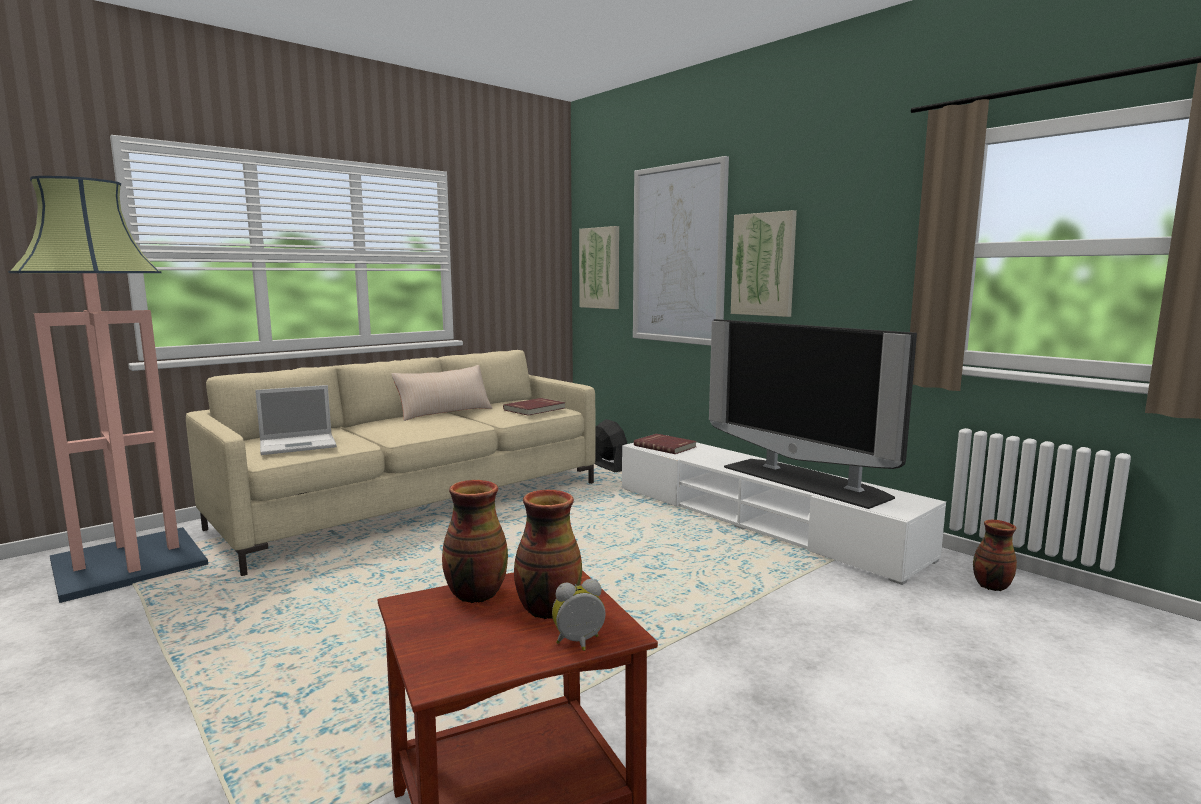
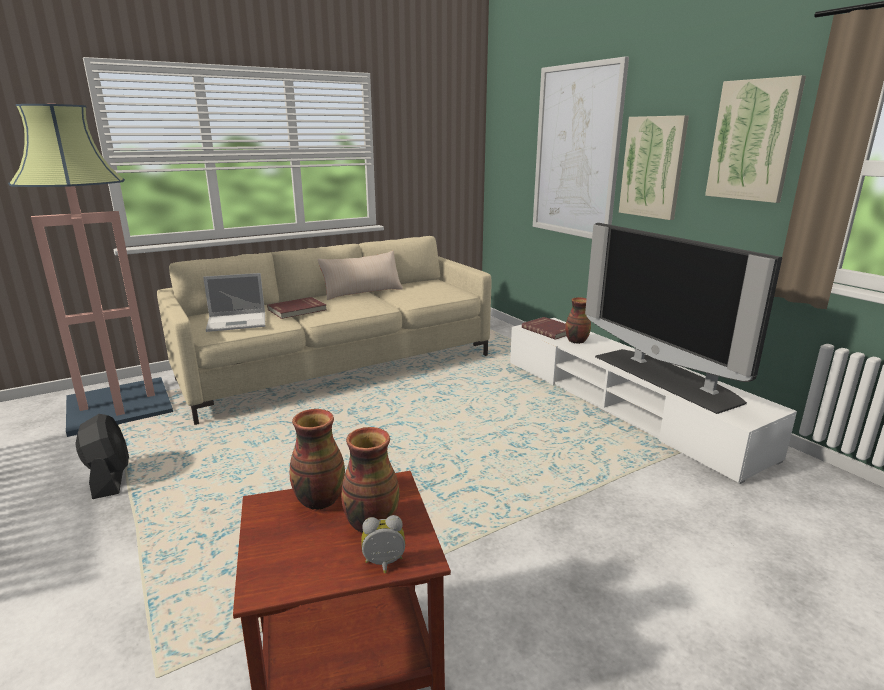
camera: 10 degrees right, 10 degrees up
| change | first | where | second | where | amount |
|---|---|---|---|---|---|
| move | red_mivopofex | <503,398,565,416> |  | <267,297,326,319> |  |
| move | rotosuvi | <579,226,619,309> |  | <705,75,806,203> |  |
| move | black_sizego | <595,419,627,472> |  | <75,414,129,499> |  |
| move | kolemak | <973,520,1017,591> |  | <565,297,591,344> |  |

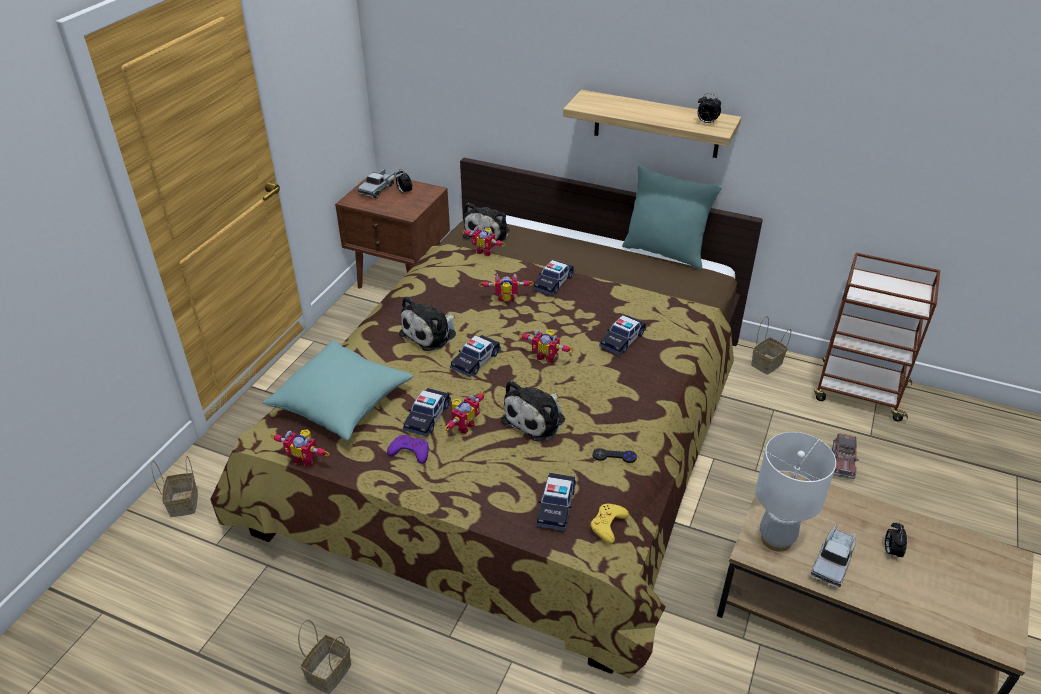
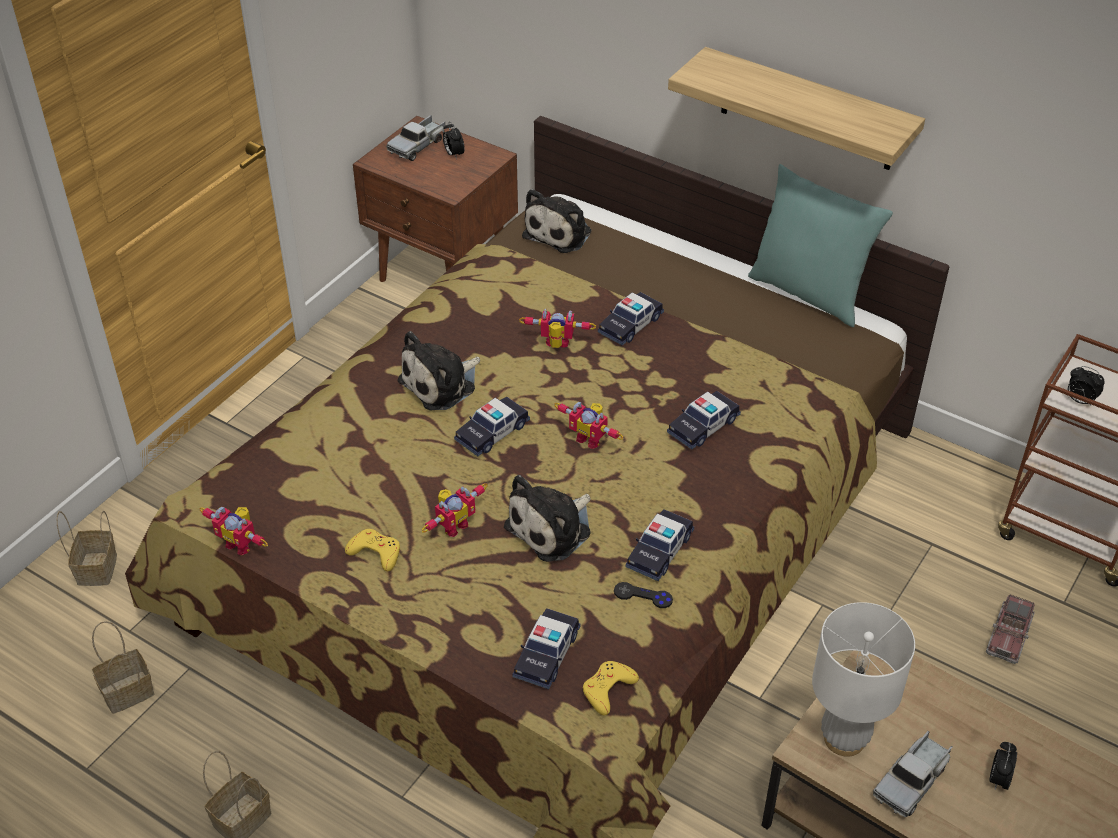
camera: 10 degrees right, 5 degrees up
| change | first | where | second | where | amount |
|---|---|---|---|---|---|
| delete | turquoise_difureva | <263,340,413,441> |  |  |  |
| delete | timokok | <462,227,505,256> |  |  |  |
| move | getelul | <403,388,451,437> |  | <626,509,694,581> |  |
| move | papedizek | <697,93,721,125> |  | <1068,366,1105,406> |  |
| move | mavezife | <751,316,791,375> |  | <92,621,154,714> |  |
| recolor | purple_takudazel | <387,435,429,464> | yellow_takudazel | <345,529,400,572> |  |

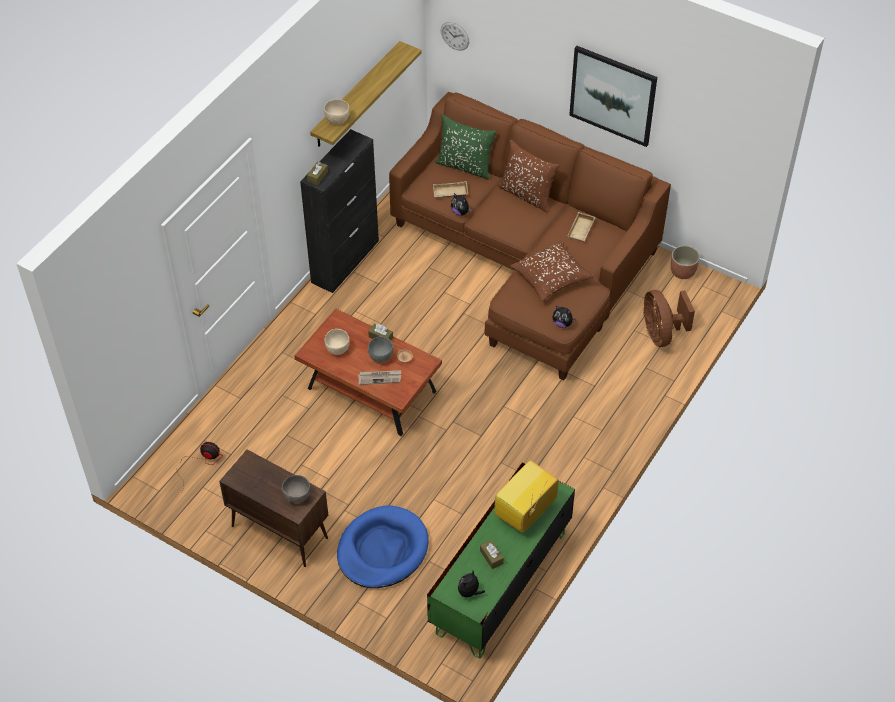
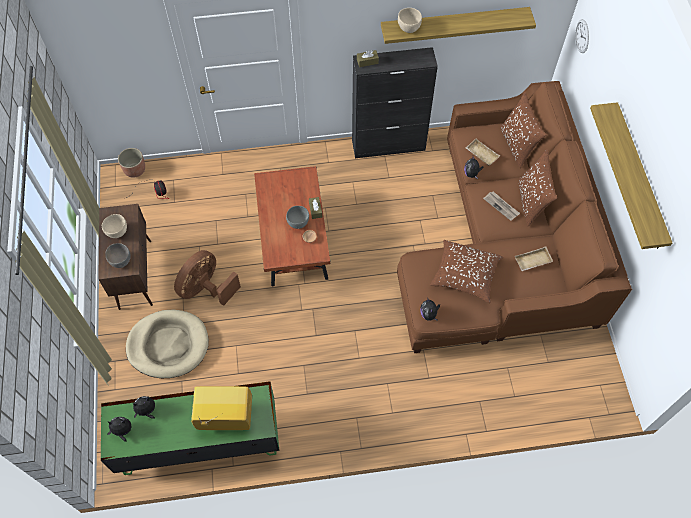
camera: 50 degrees right, 10 degrees up
| change | first | where | second | where | amount |
|---|---|---|---|---|---|
| delete | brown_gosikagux | <480,540,504,569> |  |  |  |
| insert |  |  | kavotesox | <133,396,155,419> |  |
| move | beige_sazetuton | <325,329,350,355> |  | <102,214,127,238> |  |
| move | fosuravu | <358,370,401,385> |  | <483,191,520,221> |  |
| move | brown_sizego | <643,290,695,347> |  | <174,250,241,306> |  |
| move | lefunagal | <671,245,700,279> |  | <118,148,145,178> |  |
| replace | rotosuvi | <569,46,657,147> | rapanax | <590,102,672,249> |  |
| recolor | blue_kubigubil | <337,505,429,588> | beige_kubigubil | <126,310,209,378> |  |
| recolor | green_difureva | <435,115,496,180> | brown_difureva | <500,92,546,168> |  |

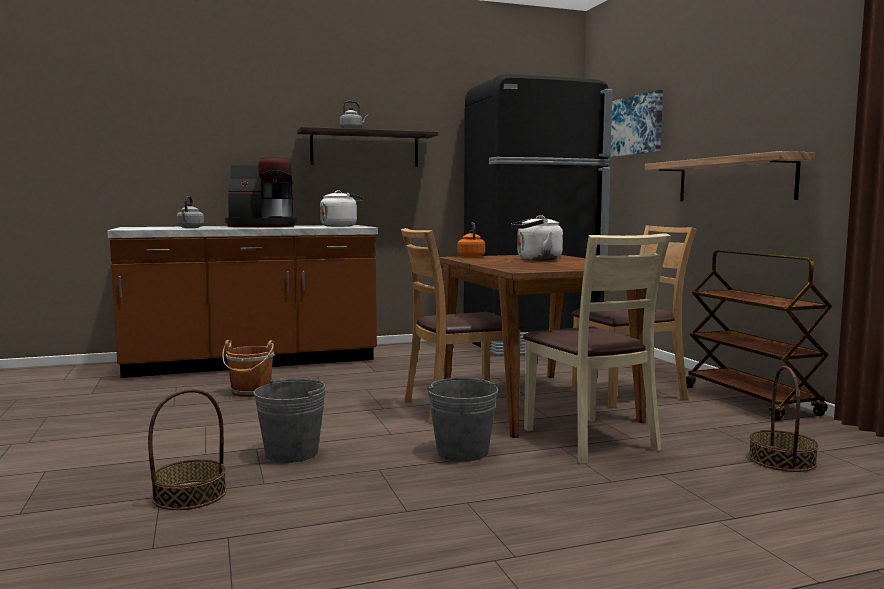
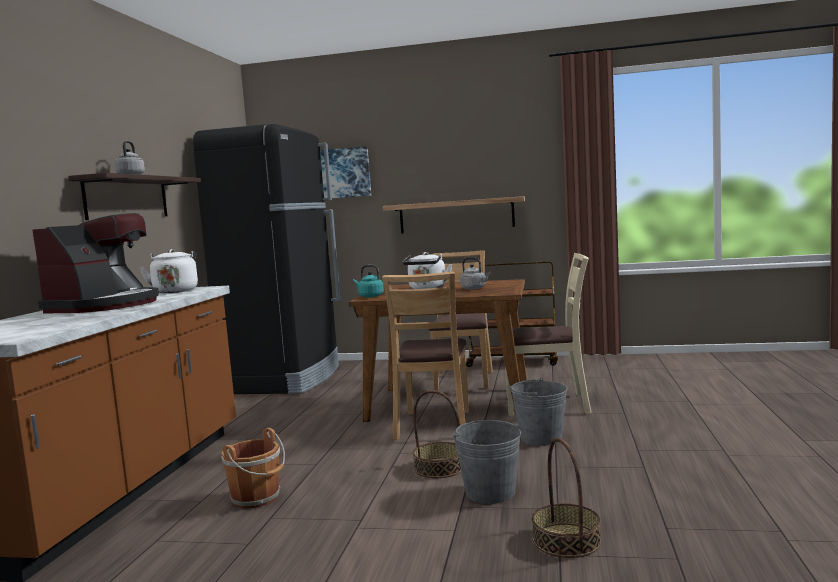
camera: 60 degrees left, 0 degrees up
| change | first | where | second | where | amount |
|---|---|---|---|---|---|
| move | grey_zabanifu | <177,196,204,228> |  | <460,257,491,289> |  |
| move | mavezife | <749,366,818,472> |  | <413,390,461,478> |  |
| recolor | orange_zabanifu | <457,222,485,258> | turquoise_zabanifu | <353,265,384,298> |  |

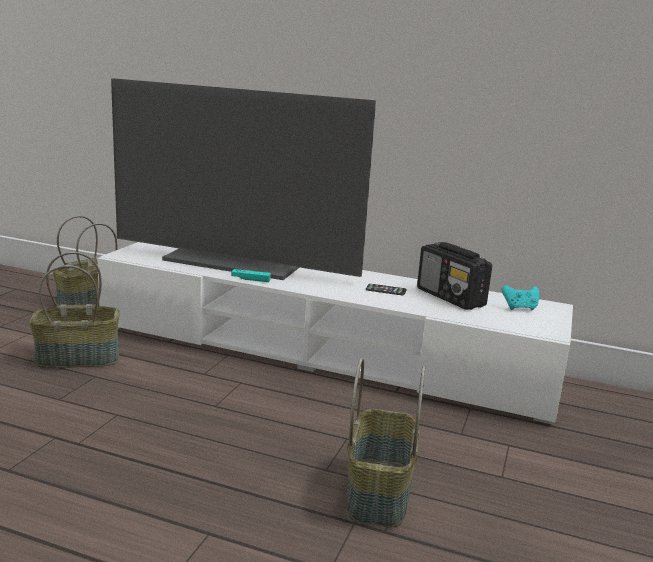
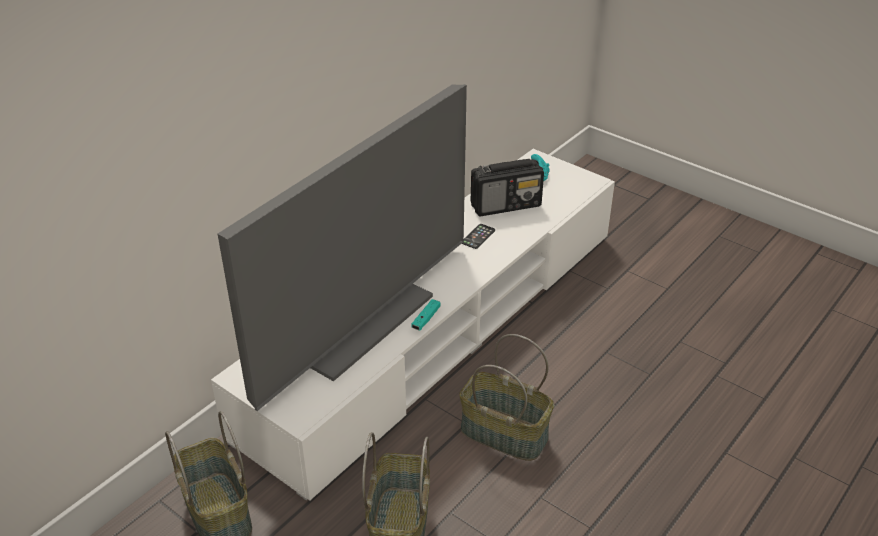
camera: 70 degrees left, 20 degrees up
| change | first | where | second | where | amount |
|---|---|---|---|---|---|
| move | mavezife | <346,358,425,528> |  | <459,334,554,461> |  |

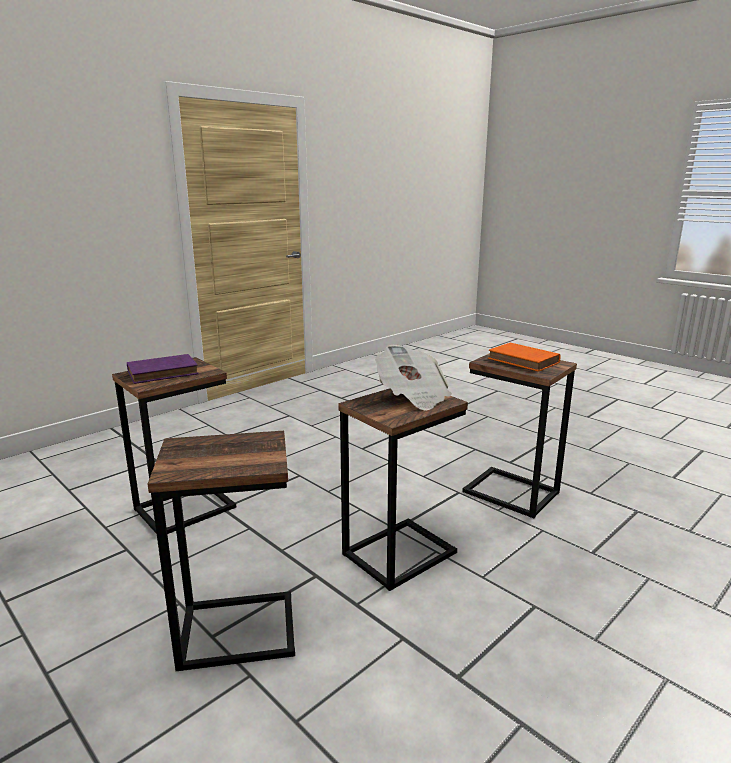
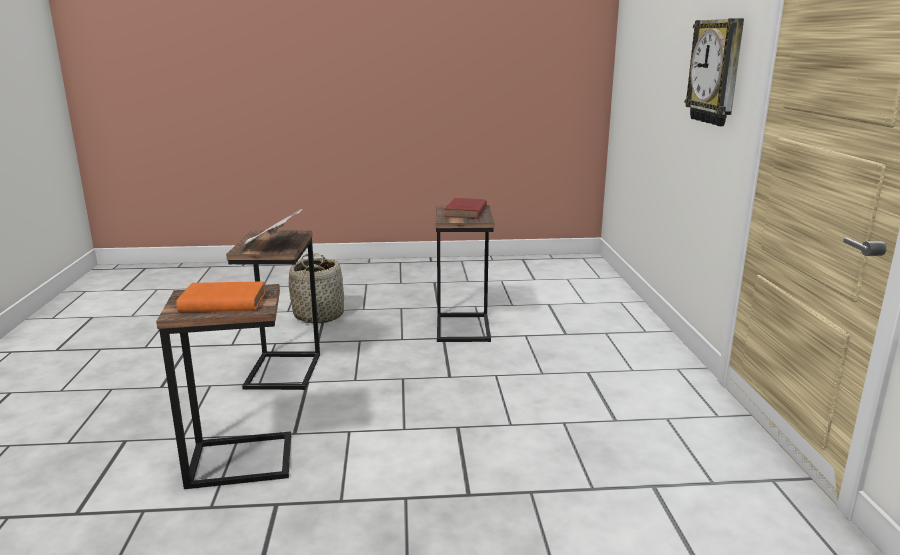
camera: 130 degrees right, 0 degrees up
| change | first | where | second | where | amount |
|---|---|---|---|---|---|
| insert |  |  | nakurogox | <685,18,744,126> |  |
| replace | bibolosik | <148,431,295,671> | mavezife | <289,253,344,324> |  |
| recolor | purple_mivopofex | <127,354,199,384> | red_mivopofex | <444,198,487,219> |  |

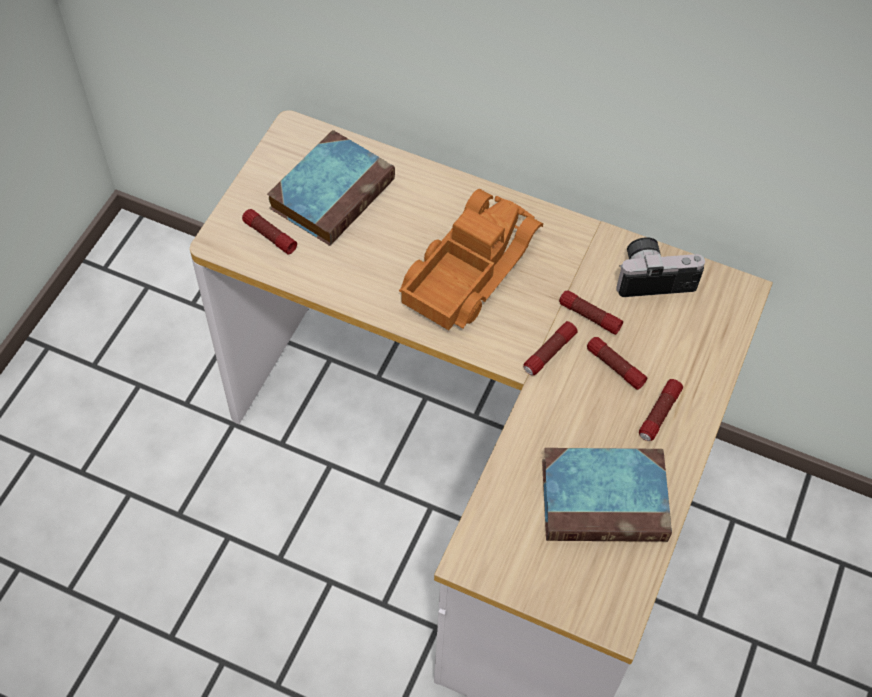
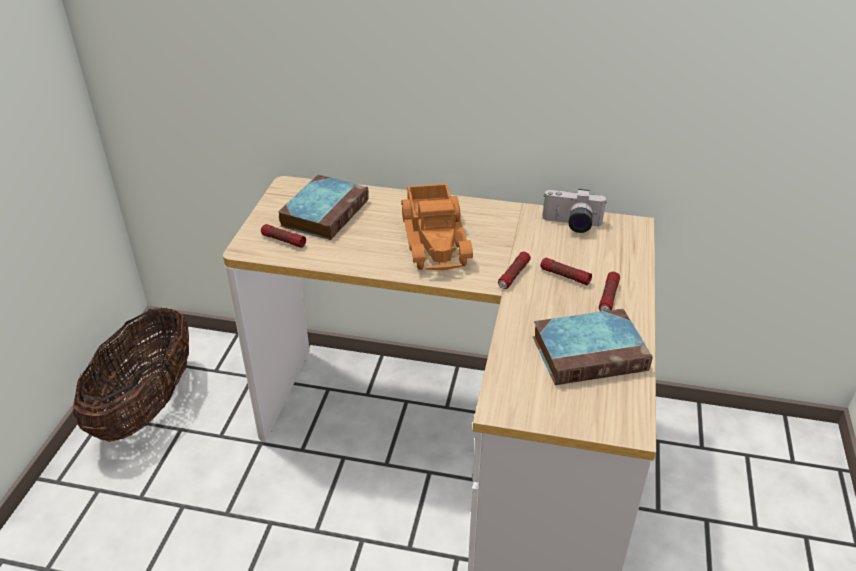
camera: 10 degrees left, 20 degrees down
| change | first | where | second | where | amount |
|---|---|---|---|---|---|
| delete | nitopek | <559,290,623,335> |  |  |  |
| insert |  |  | mavezife | <73,307,189,442> |  |
| rotate | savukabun | <399,189,543,330> |  | <401,184,473,270> | 150 degrees clockwise |
| rotate | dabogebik | <616,237,705,297> |  | <542,189,607,233> | 150 degrees counterclockwise |

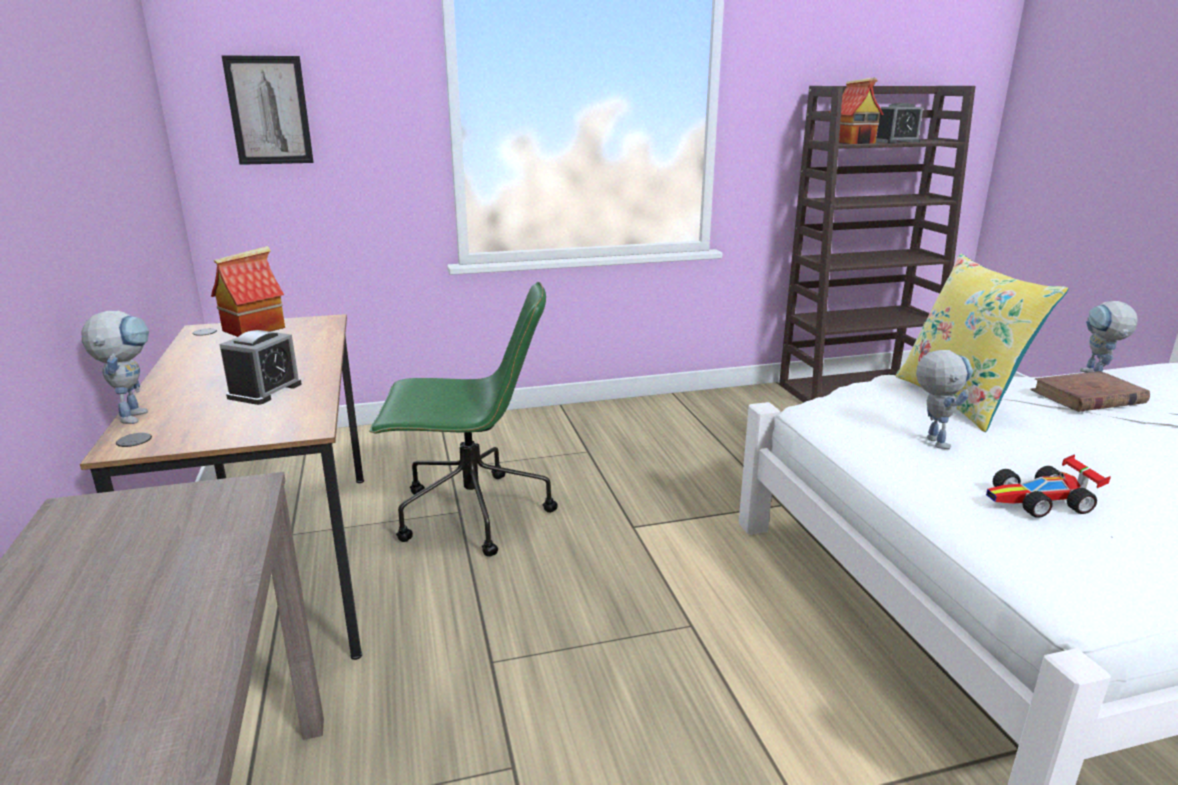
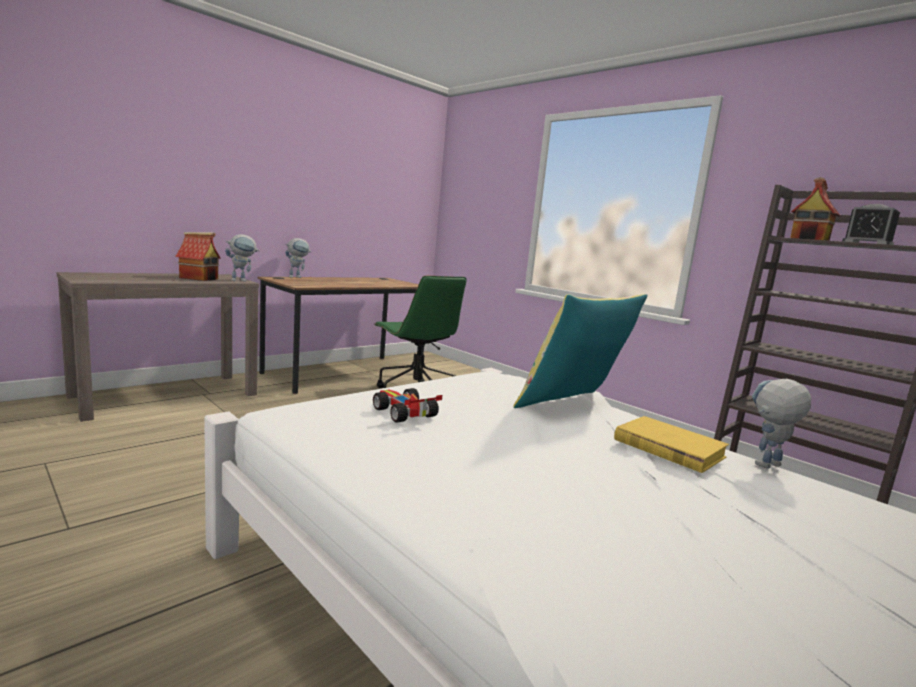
camera: 60 degrees right, 10 degrees down
| change | first | where | second | where | amount |
|---|---|---|---|---|---|
| delete | papedizek | <219,330,302,405> |  |  |  |
| delete | rotosuvi | <222,55,314,165> |  |  |  |
| move | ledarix | <211,246,285,337> |  | <175,232,221,281> |  |
| move | timokok | <916,350,973,449> |  | <225,234,260,281> |  |
| recolor | brown_mivopofex | <1030,371,1150,412> | yellow_mivopofex | <614,416,729,473> |  |

